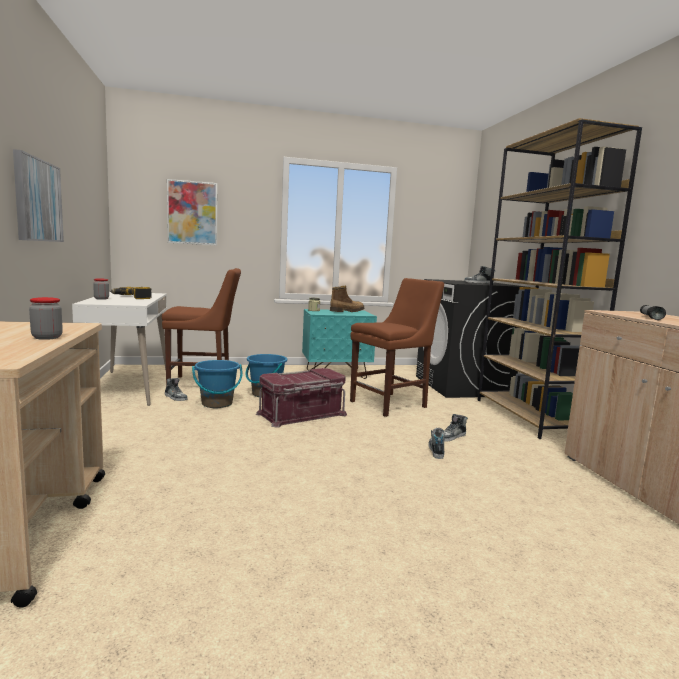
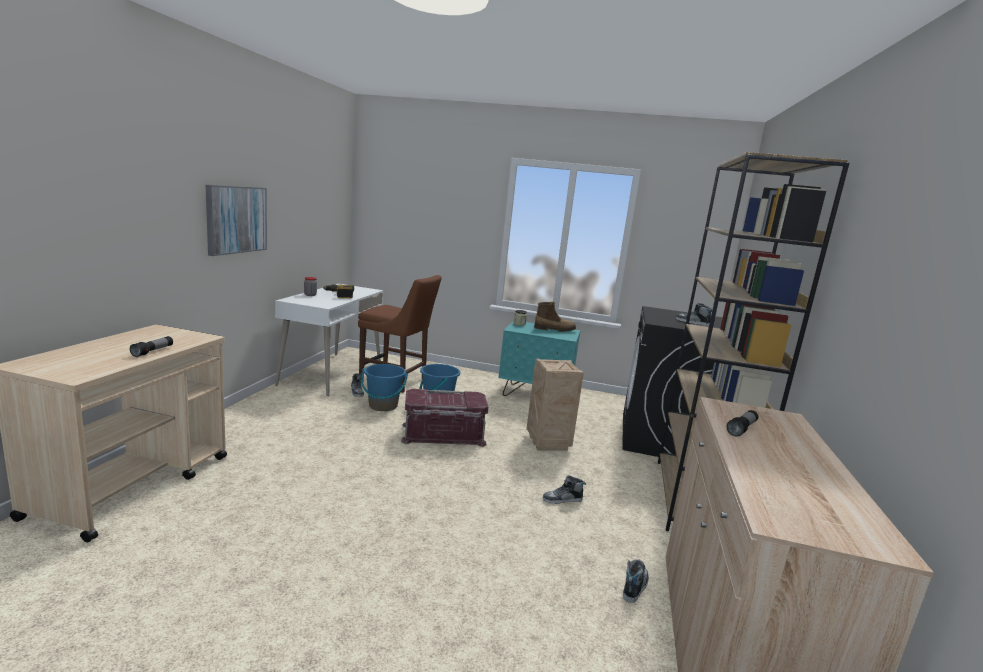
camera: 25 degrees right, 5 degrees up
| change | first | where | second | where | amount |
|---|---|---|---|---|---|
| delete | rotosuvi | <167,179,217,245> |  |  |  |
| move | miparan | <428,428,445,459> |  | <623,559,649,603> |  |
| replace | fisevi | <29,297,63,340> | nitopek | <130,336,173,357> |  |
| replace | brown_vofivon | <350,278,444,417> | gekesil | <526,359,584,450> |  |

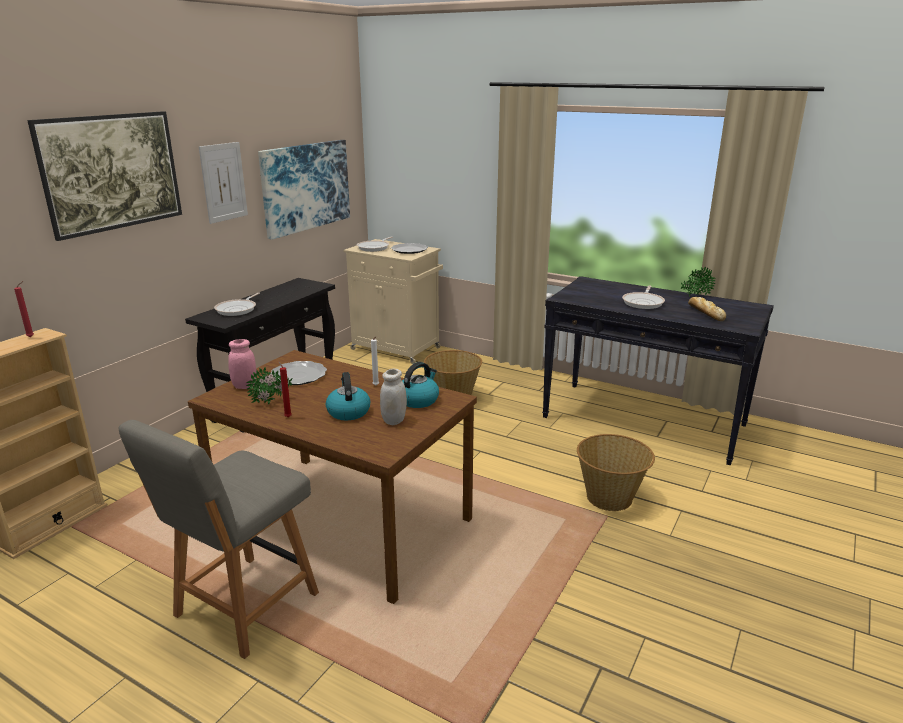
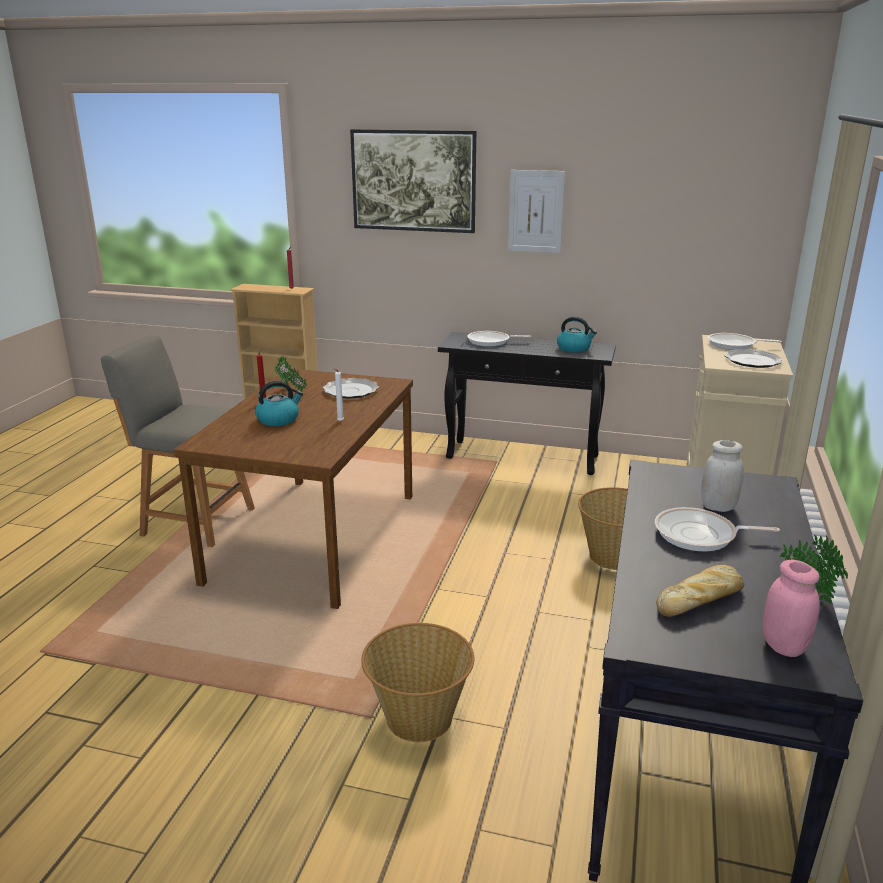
camera: 75 degrees right, 0 degrees up
| change | first | where | second | where | amount |
|---|---|---|---|---|---|
| delete | rotosuvi | <258,140,350,240> |  |  |  |
| move | pink_fisevi | <228,339,256,389> |  | <762,559,820,657> |  |
| move | white_fisevi | <380,369,407,425> |  | <701,440,744,512> |  |
| move | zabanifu | <402,362,439,408> |  | <557,317,597,353> |  |

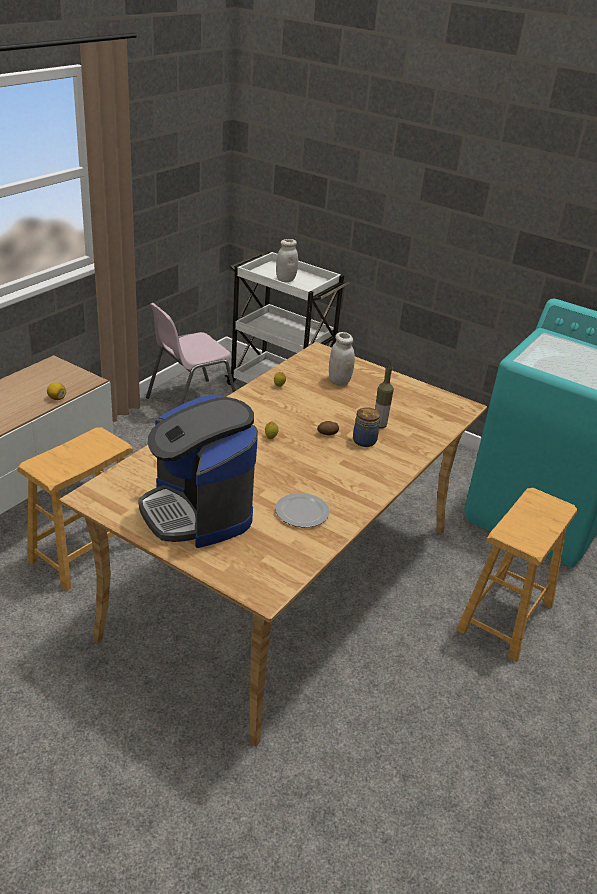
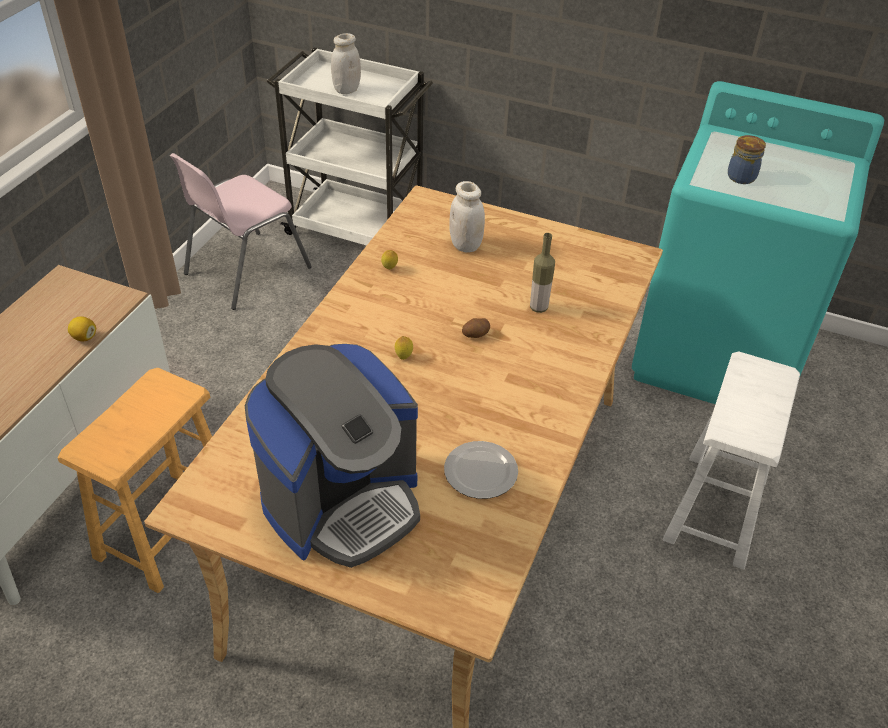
camera: 10 degrees left, 10 degrees up
| change | first | where | second | where | amount |
|---|---|---|---|---|---|
| move | fisevi | <353,407,380,447> |  | <728,135,766,184> |  |
| recolor | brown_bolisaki | <456,488,578,662> | white_bolisaki | <663,352,800,570> |  |
| rotate | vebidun | <138,394,258,548> |  | <245,344,420,568> | 90 degrees counterclockwise |

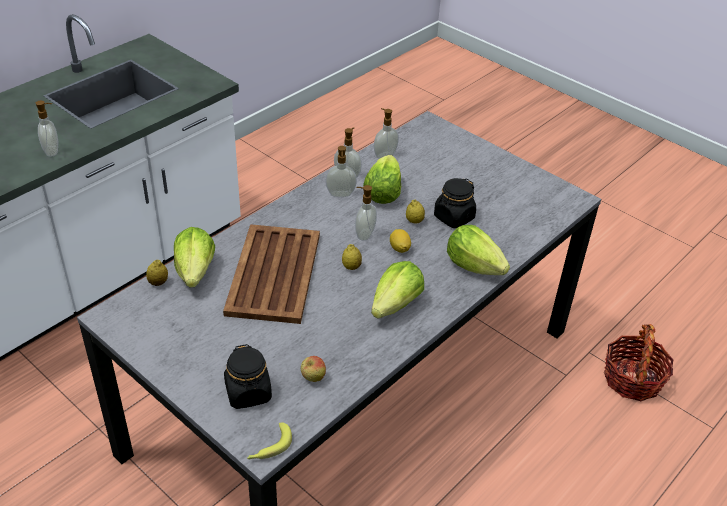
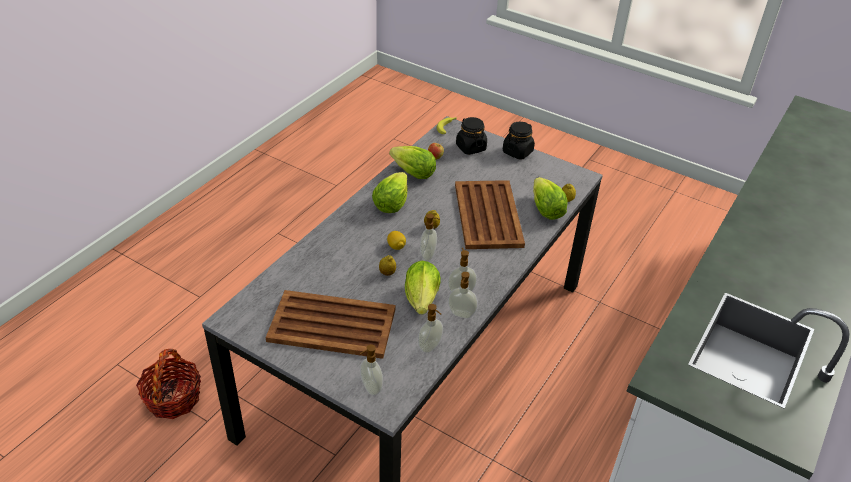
camera: 170 degrees right, 0 degrees up
| change | first | where | second | where | amount |
|---|---|---|---|---|---|
| insert |  |  | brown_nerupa | <266,290,396,359> |  |
| move | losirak | <36,101,58,157> |  | <360,344,383,396> |  |
| move | black_fisevi | <434,178,476,228> |  | <503,122,535,159> |  |
| move | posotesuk | <447,225,510,275> |  | <389,146,436,179> |  |

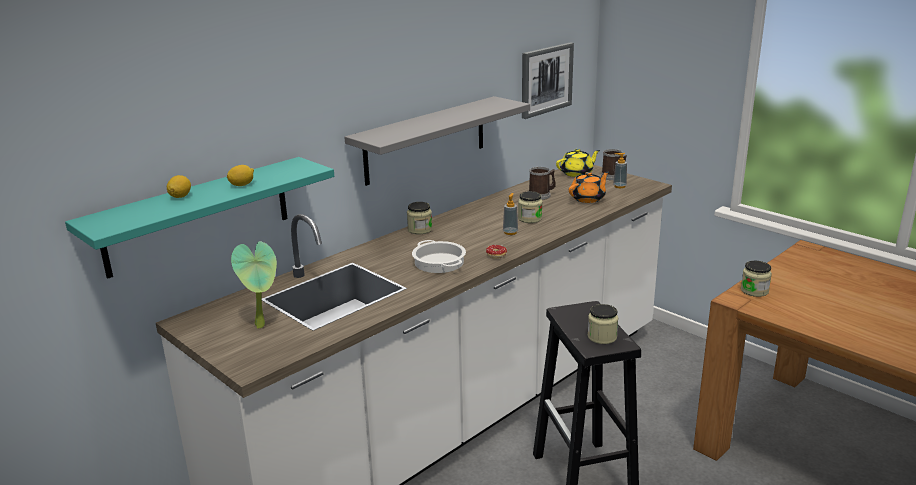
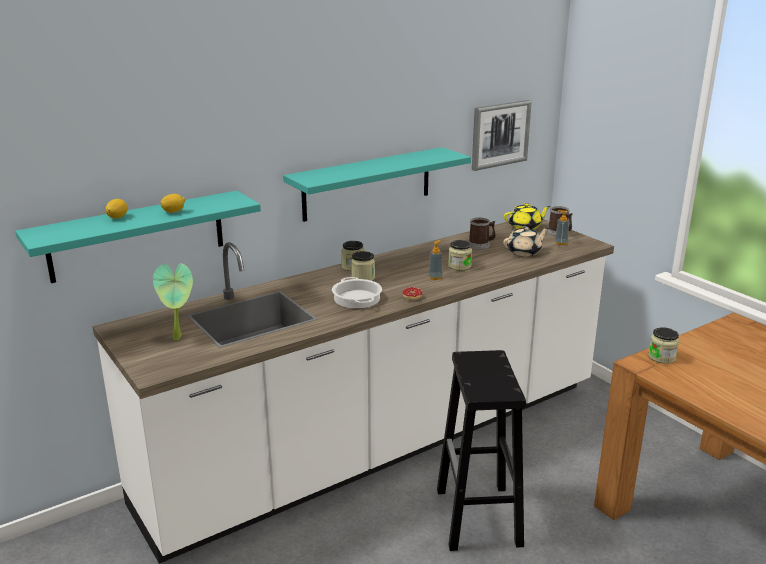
camera: 10 degrees right, 0 degrees up
| change | first | where | second | where | amount |
|---|---|---|---|---|---|
| move | fisevi | <588,304,618,344> |  | <351,251,375,281> |  |
| recolor | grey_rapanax | <344,96,530,186> | turquoise_rapanax | <283,147,471,222> |  |
| recolor | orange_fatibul | <569,172,609,203> | beige_fatibul | <503,226,549,256> |  |

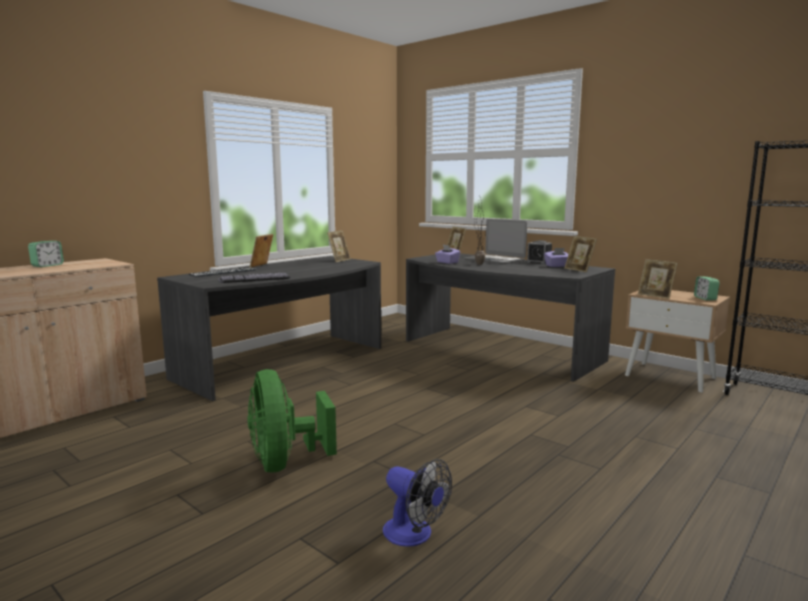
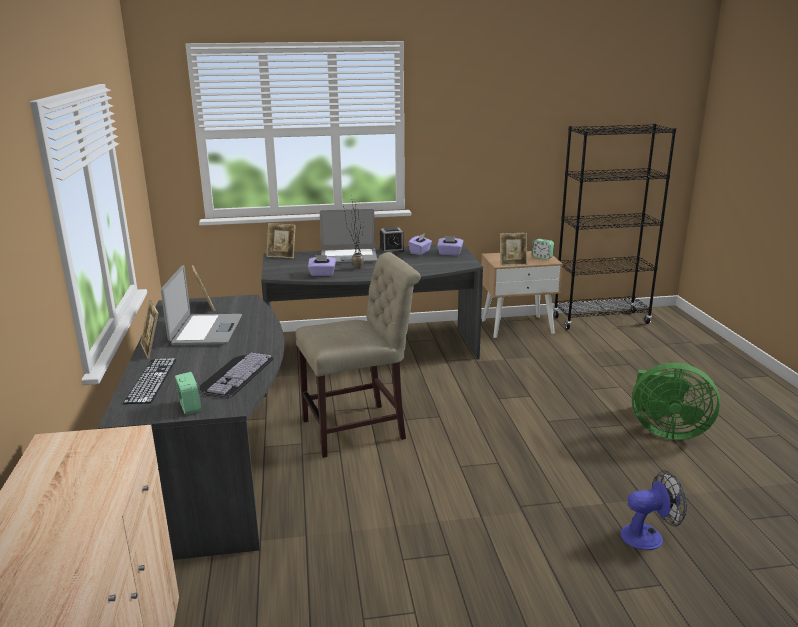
camera: 50 degrees left, 10 degrees up
| change | first | where | second | where | amount |
|---|---|---|---|---|---|
| insert |  |  | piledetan | <161,265,242,345> |  |
| insert |  |  | beige_vofivon | <296,252,421,458> |  |
| move | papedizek | <28,241,64,267> |  | <175,372,201,415> |  |
| move | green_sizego | <247,369,337,472> |  | <632,363,720,440> |  |
| replace | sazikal | <564,236,597,272> | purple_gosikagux | <437,236,463,256> |  |

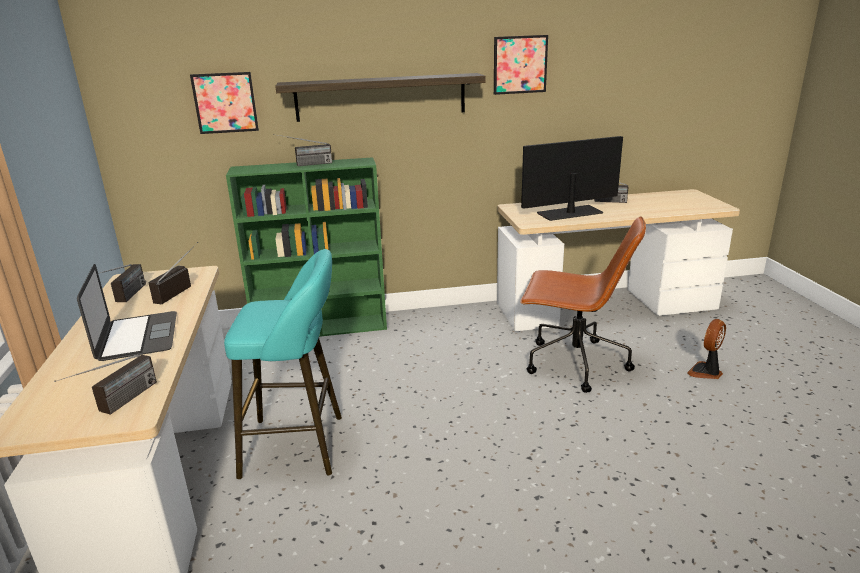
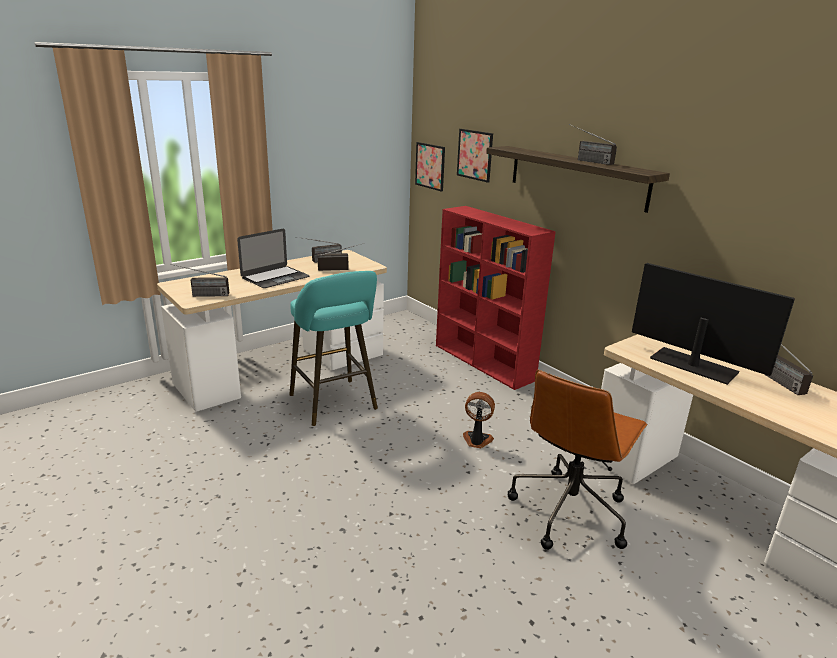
camera: 60 degrees right, 0 degrees up
| change | first | where | second | where | amount |
|---|---|---|---|---|---|
| move | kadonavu | <273,134,332,166> |  | <569,124,617,165> |  |
| move | rotosuvi | <494,35,548,95> |  | <415,142,445,192> |  |
| move | sizego | <687,319,726,379> |  | <463,392,495,448> |  |
| recolor | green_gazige | <226,157,387,337> | red_gazige | <436,206,556,390> |  |
| rotate | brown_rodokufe | <520,216,646,393> |  | <508,370,648,550> | 45 degrees clockwise |

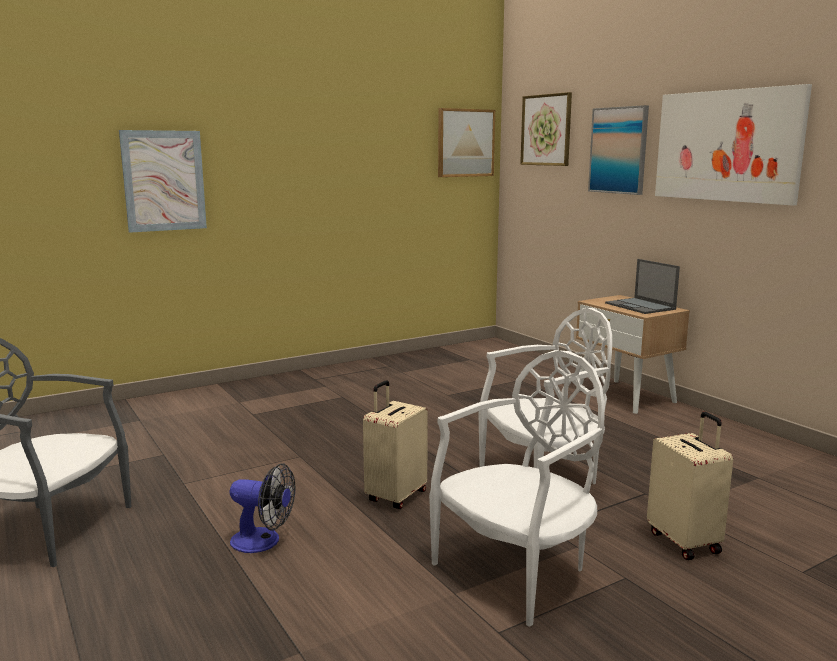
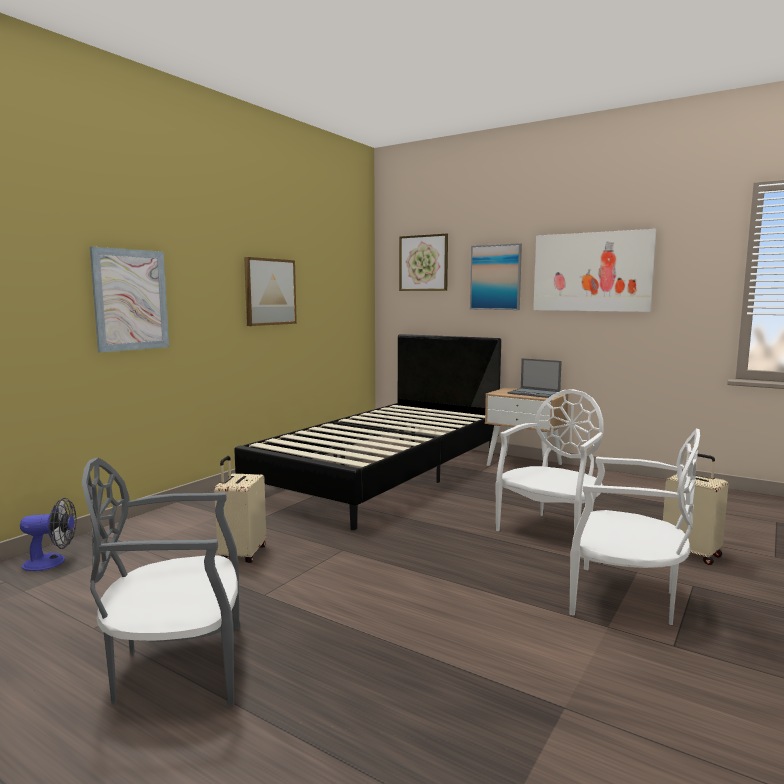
camera: 25 degrees left, 5 degrees down
| change | first | where | second | where | amount |
|---|---|---|---|---|---|
| insert |  |  | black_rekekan | <234,334,501,530> |  |
| move | sizego | <230,463,295,553> |  | <20,498,76,571> |  |
| move | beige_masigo | <363,380,428,509> |  | <214,456,266,563> |  |
| move | rotosuvi | <438,108,495,177> |  | <244,257,297,326> |  |
| rotate | white_vofivon | <429,350,605,627> |  | <570,429,700,625> | 90 degrees clockwise |

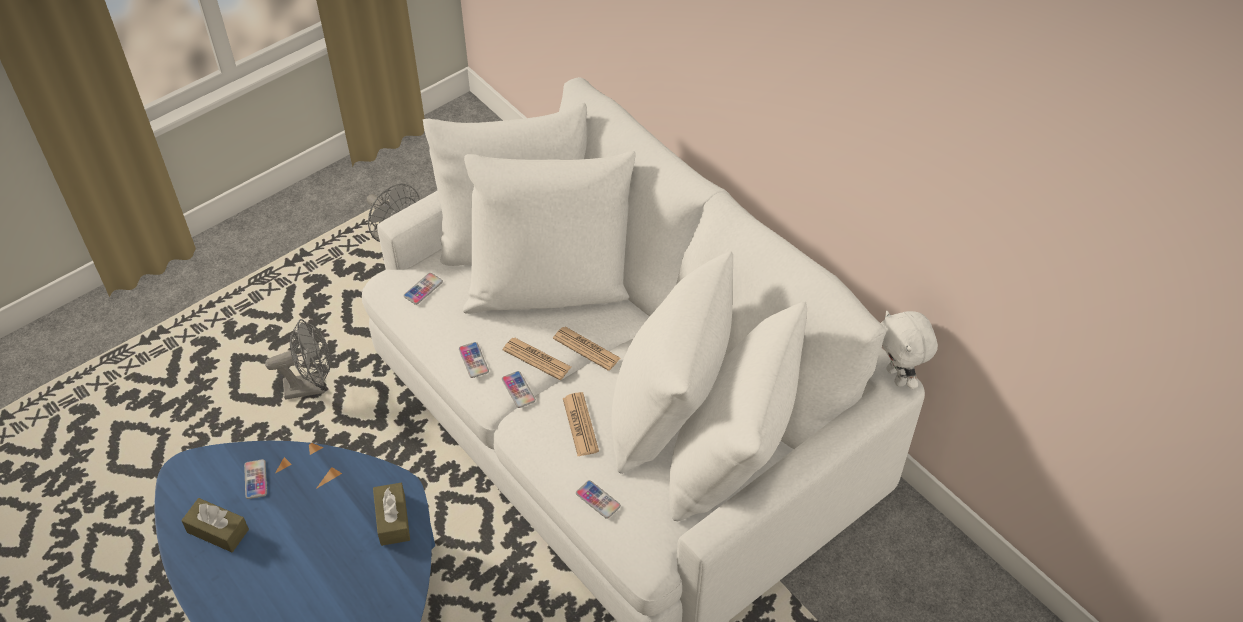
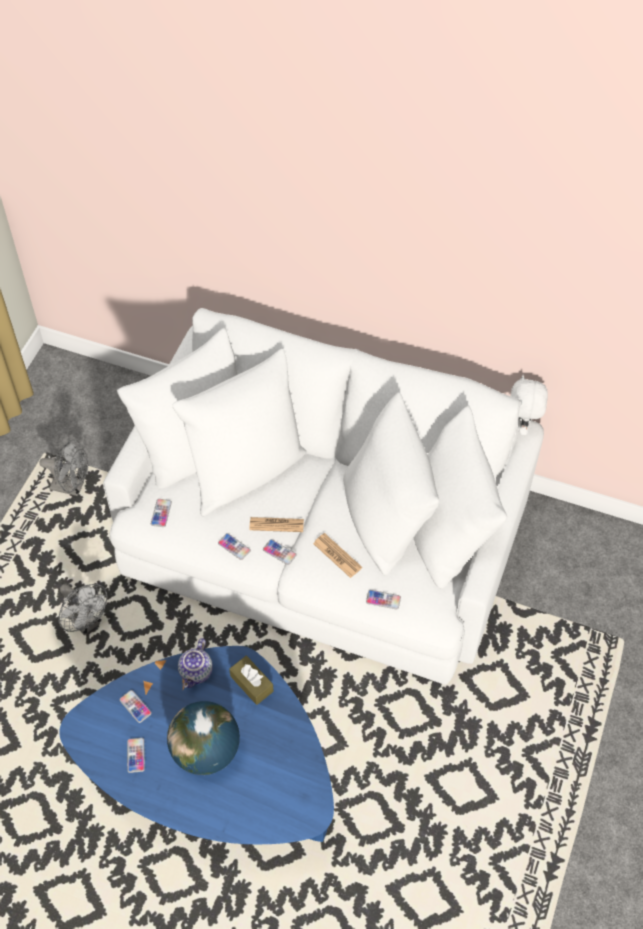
camera: 30 degrees left, 5 degrees up
| change | first | where | second | where | amount |
|---|---|---|---|---|---|
| delete | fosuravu | <553,327,620,371> |  |  |  |
| insert |  |  | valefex | <167,701,240,775> |  |
| insert |  |  | fatibul | <178,638,213,688> |  |
| replace | brown_gosikagux | <181,498,249,552> | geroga | <127,738,145,773> |  |
| rotate | grey_sizego | <265,319,330,400> |  | <59,584,107,635> | 90 degrees clockwise |
| rotate | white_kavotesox | <881,311,938,389> |  | <511,375,548,435> | 60 degrees clockwise |

